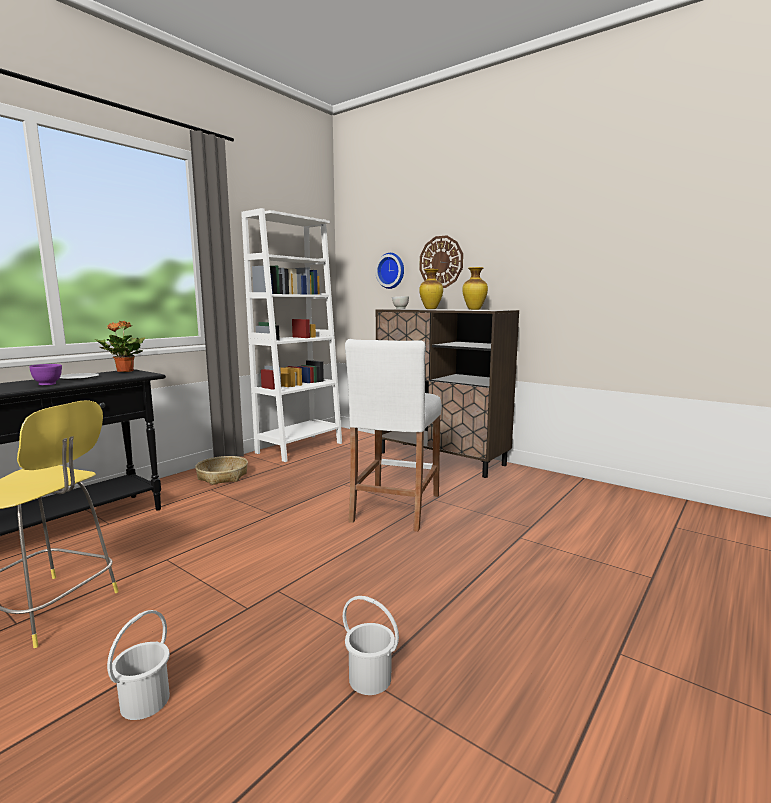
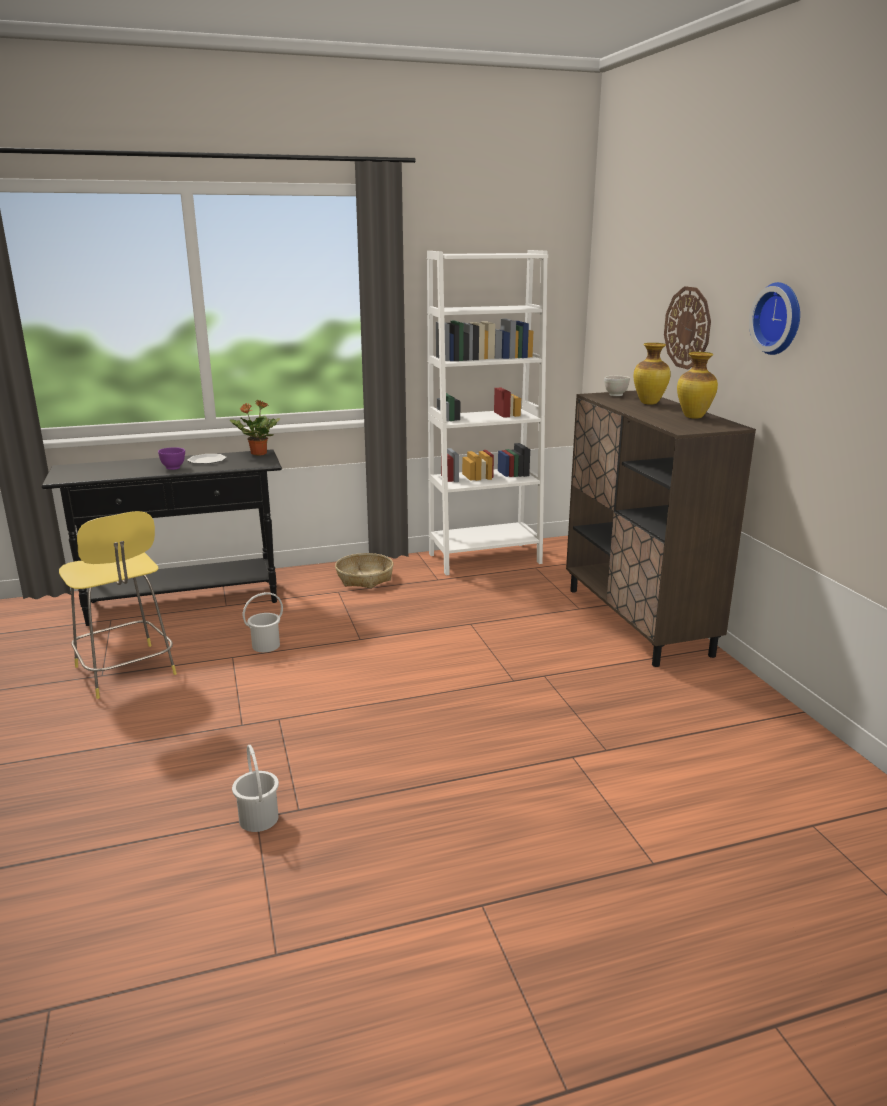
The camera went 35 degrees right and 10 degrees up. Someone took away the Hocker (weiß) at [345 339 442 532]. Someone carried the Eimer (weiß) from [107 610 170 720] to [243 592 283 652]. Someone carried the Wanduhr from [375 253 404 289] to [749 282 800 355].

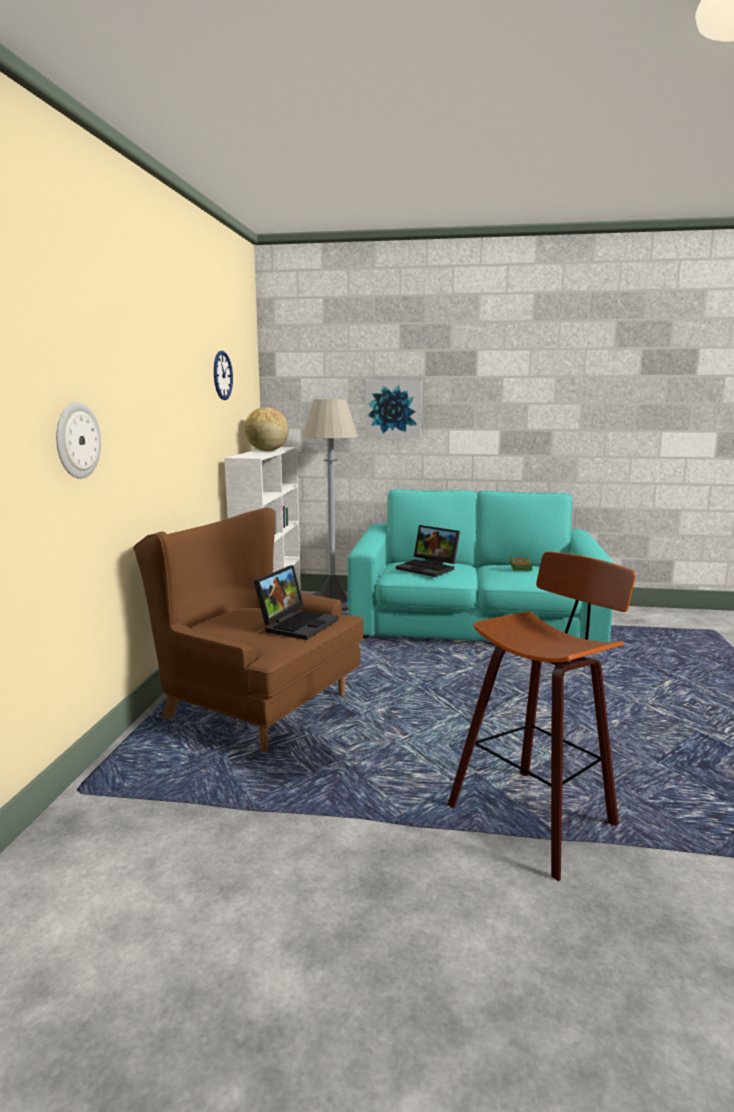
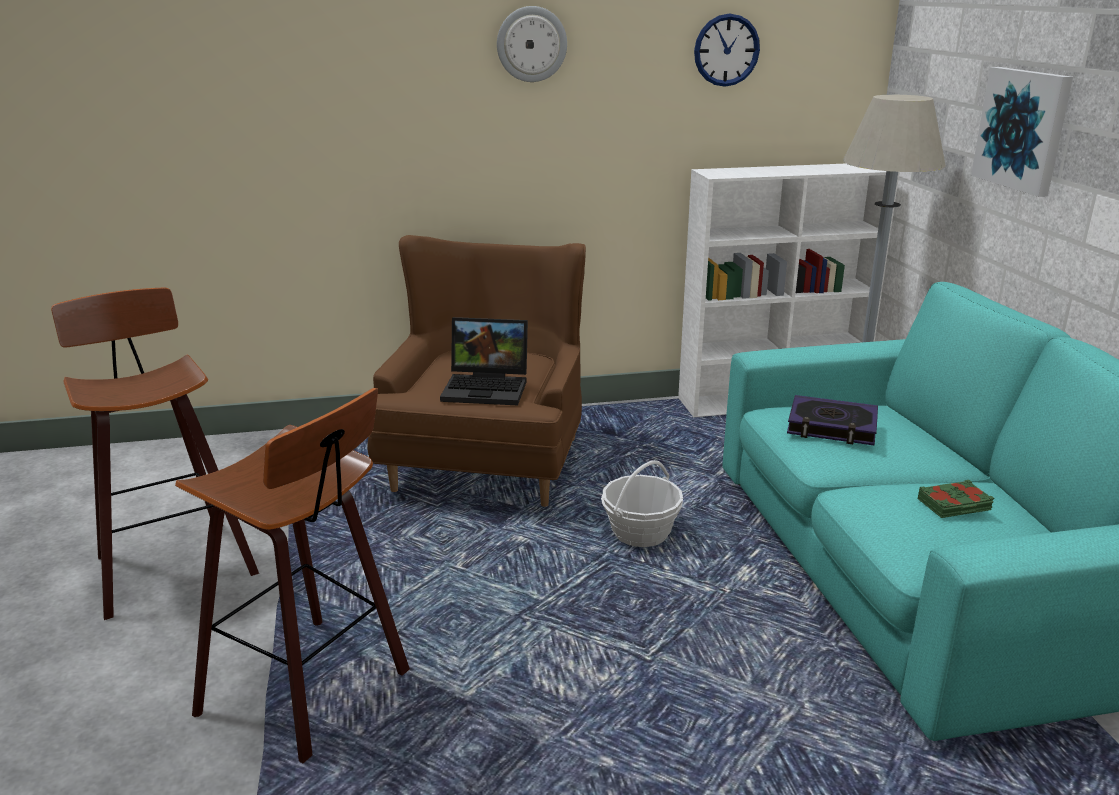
The camera went 70 degrees right and 10 degrees up. Someone took away the Globus at [245 407 289 451]. Someone put down the Hocker at [51 288 259 620]. Someone put down the Korb at [601 460 683 547]. Someone carried the Wanduhr from [56 402 101 479] to [497 6 567 82]. Someone swapped the Laptop at [396 525 460 577] for the Buch at [787 395 878 445].

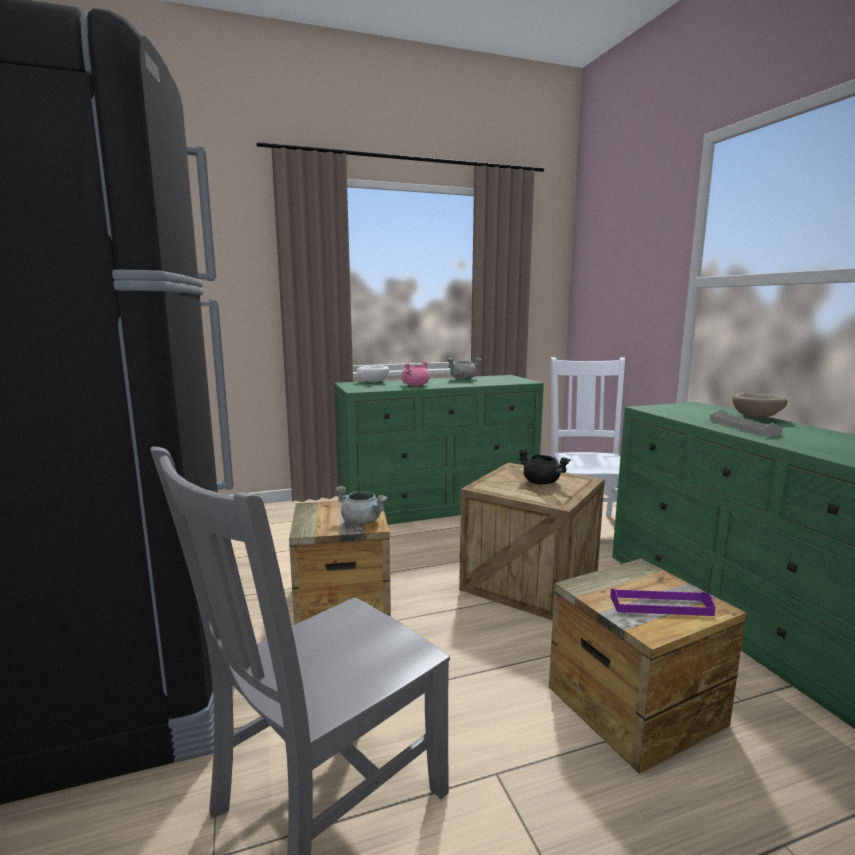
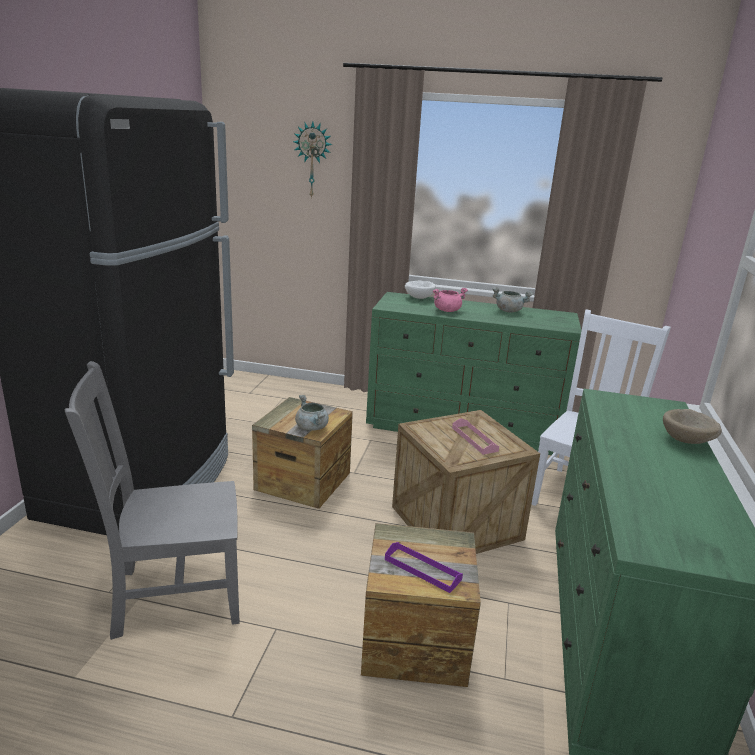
The camera went 30 degrees right and 10 degrees up. Someone took away the Tablett (grau) at [710 409 782 436]. Someone put up the Wanduhr at [293 121 332 199]. Someone swapped the Kochtopf (schwarz) at [518 449 571 485] for the Tablett (rosa) at [452 418 499 455].

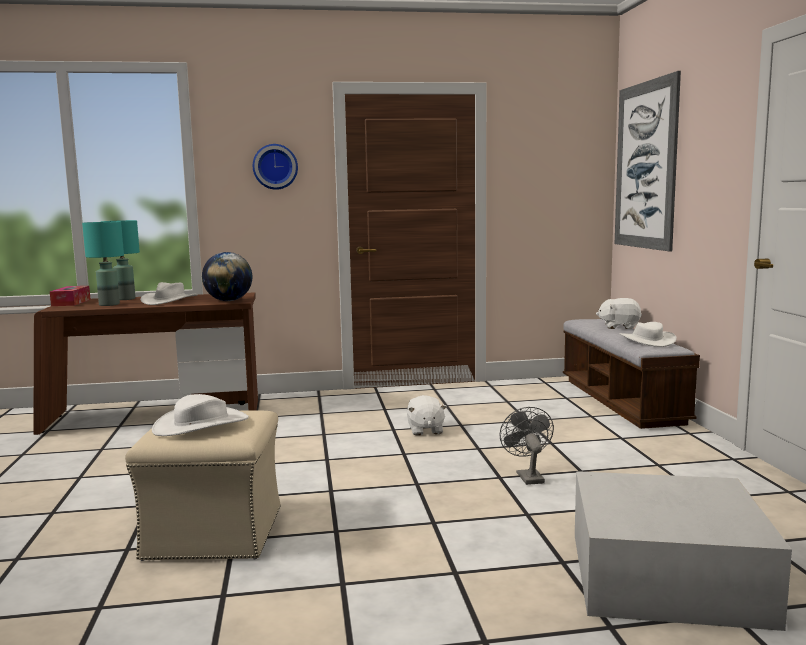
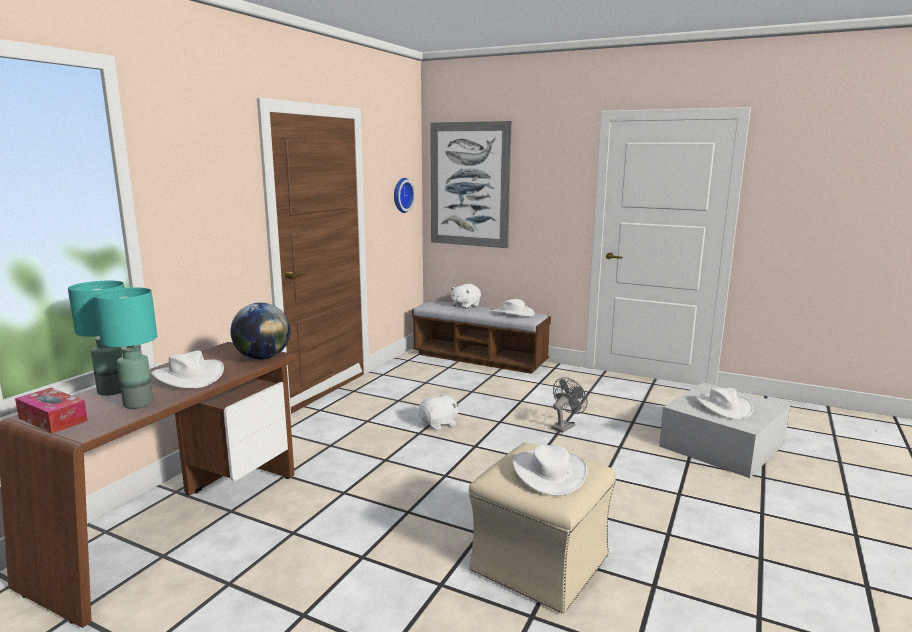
The camera went 55 degrees left and 5 degrees up. Someone put down the Hut (weiß) at [696 388 753 420]. Someone carried the Wanduhr from [253 144 298 190] to [394 178 415 213]. Someone rotated the Plüschtier (weiß) at [407 395 447 436] by 60 degrees counterclockwise. Someone rotated the Ventilator (grau) at [500 407 554 485] by 105 degrees clockwise.

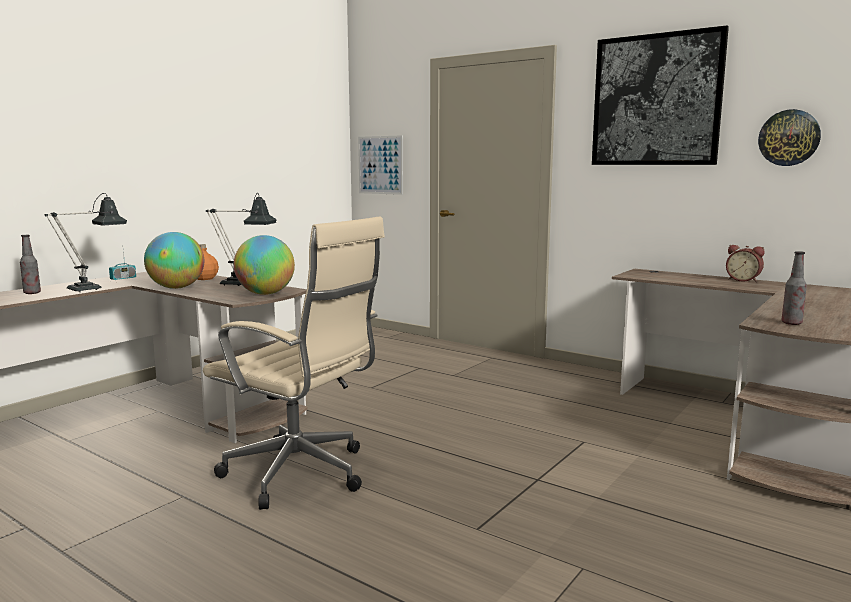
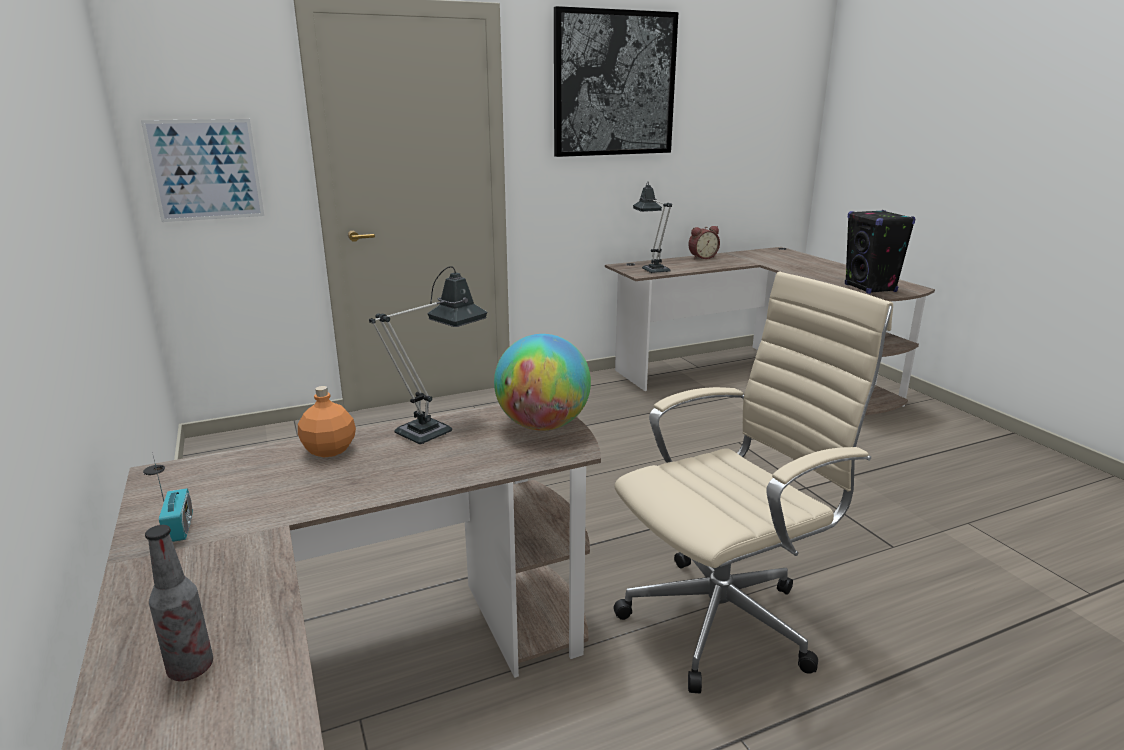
The camera went 60 degrees left and 10 degrees up. Someone took away the Globus at [144 232 204 289]. Someone took away the Wanduhr at [758 109 821 166]. Someone carried the Tischlampe from [45 193 127 292] to [633 182 672 273]. Someone swapped the Flasche at [781 251 807 325] for the Lautsprecher (schwarz) at [845 210 915 294].

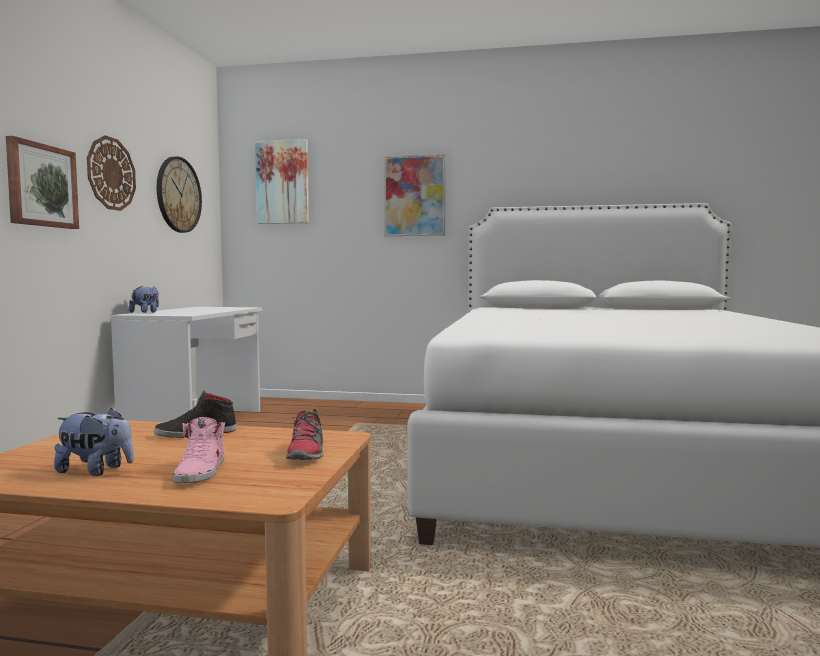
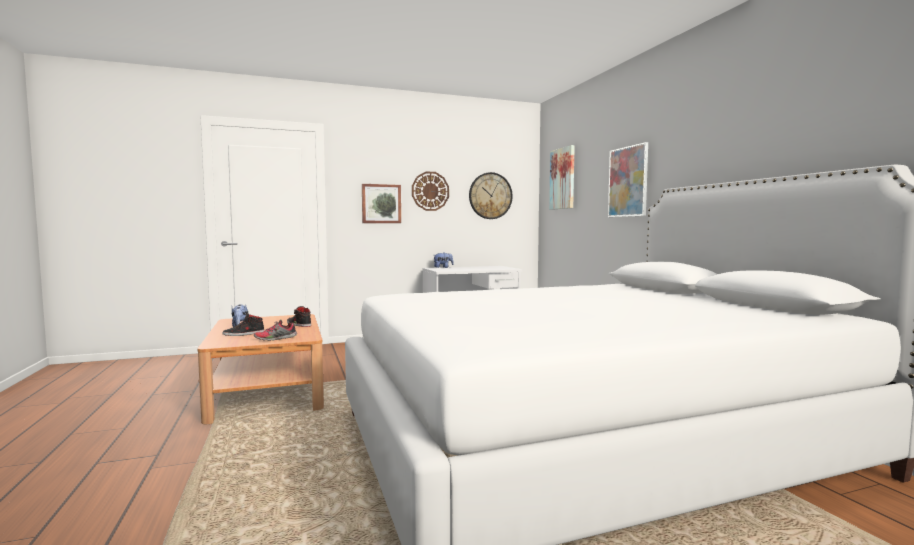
The camera went 60 degrees right and 0 degrees up. Someone repainted the Schuh (rosa) at [173 417 225 483], which became the Schuh (schwarz) at [223 313 264 336].

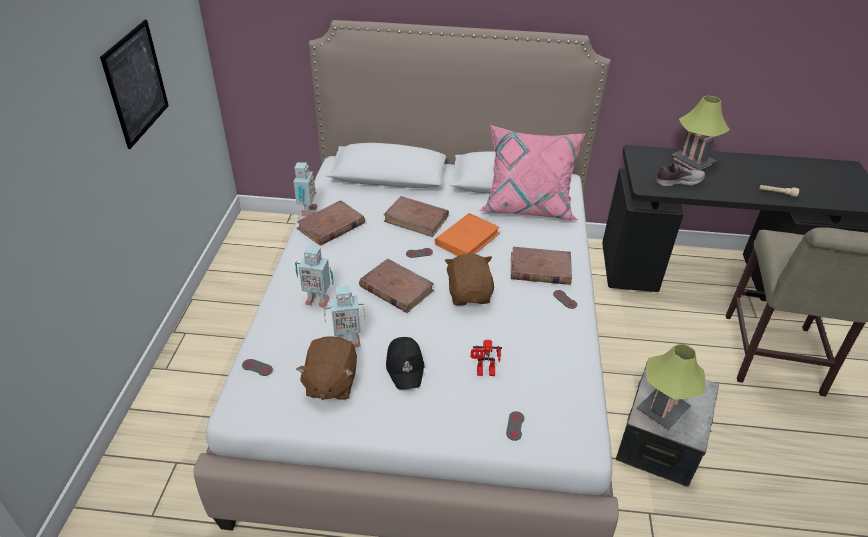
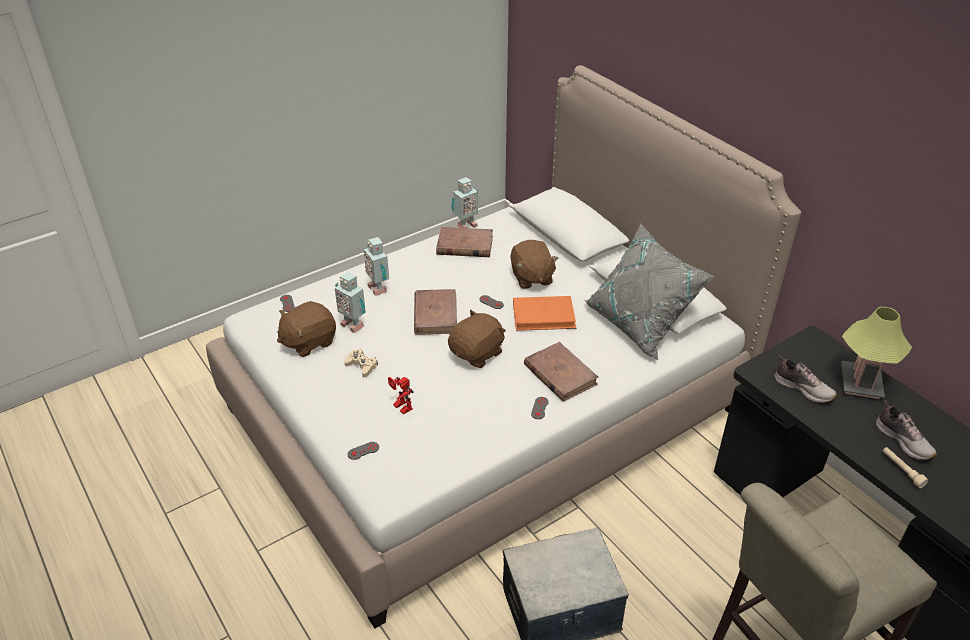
The camera went 50 degrees right and 0 degrees up. Someone took away the Bild at [100 20 169 149]. Someone took away the Tischlampe at [637 344 706 430]. Someone put down the Schuh at [876 400 937 460]. Someone swapped the Buch (braun) at [383 196 449 237] for the Plüschtier (braun) at [510 240 559 289]. Someone swapped the Kappe (schwarz) at [386 337 425 390] for the Gamepad (beige) at [344 349 378 377]. Someone repainted the Kissen (rosa) at [479 125 585 220], which became the Kissen (grau) at [585 223 714 360].

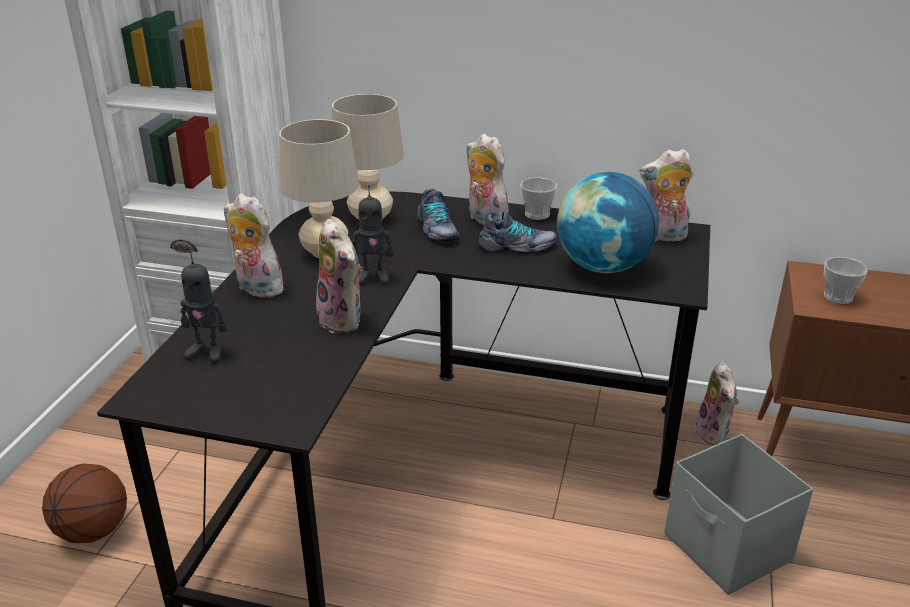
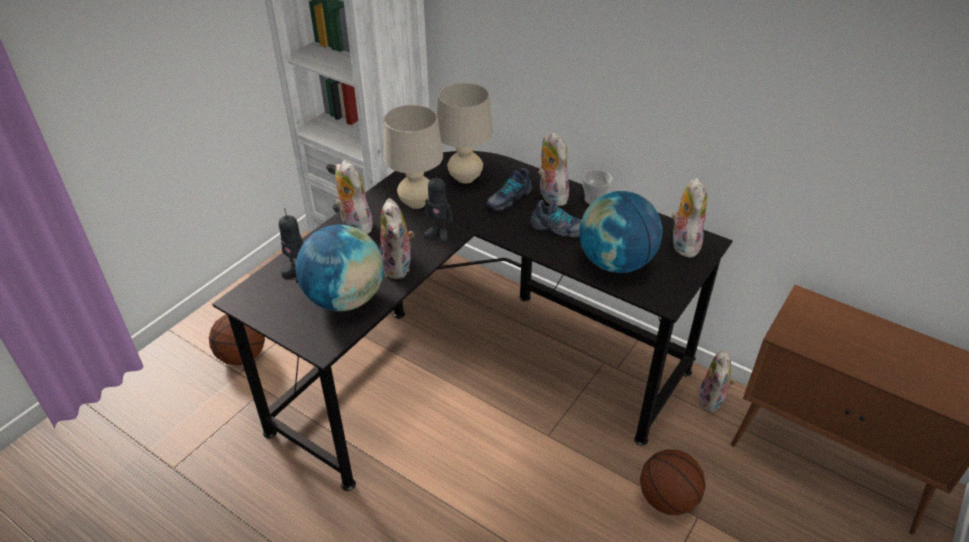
The camera went 20 degrees right and 10 degrees up. Someone took away the Tasse at [824 257 868 304]. Someone put down the Globus at [295 225 384 311]. Someone swapped the Aufbewahrungsbox (grau) at [664 434 813 595] for the Basketball at [640 449 706 515]. Someone rotated the Schuh at [417 189 460 243] by 45 degrees clockwise. Someone rotated the Plüschtier at [639 149 694 242] by 75 degrees clockwise.

